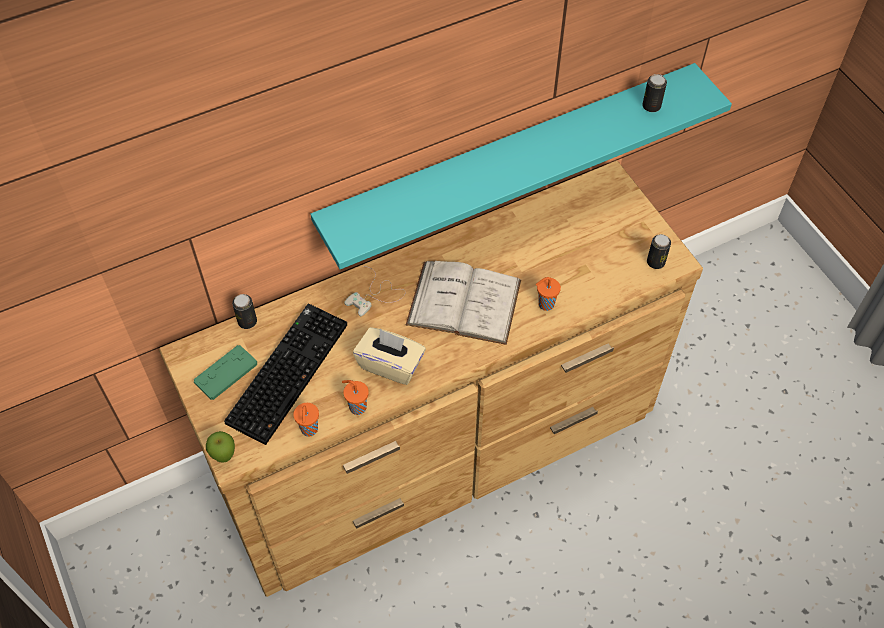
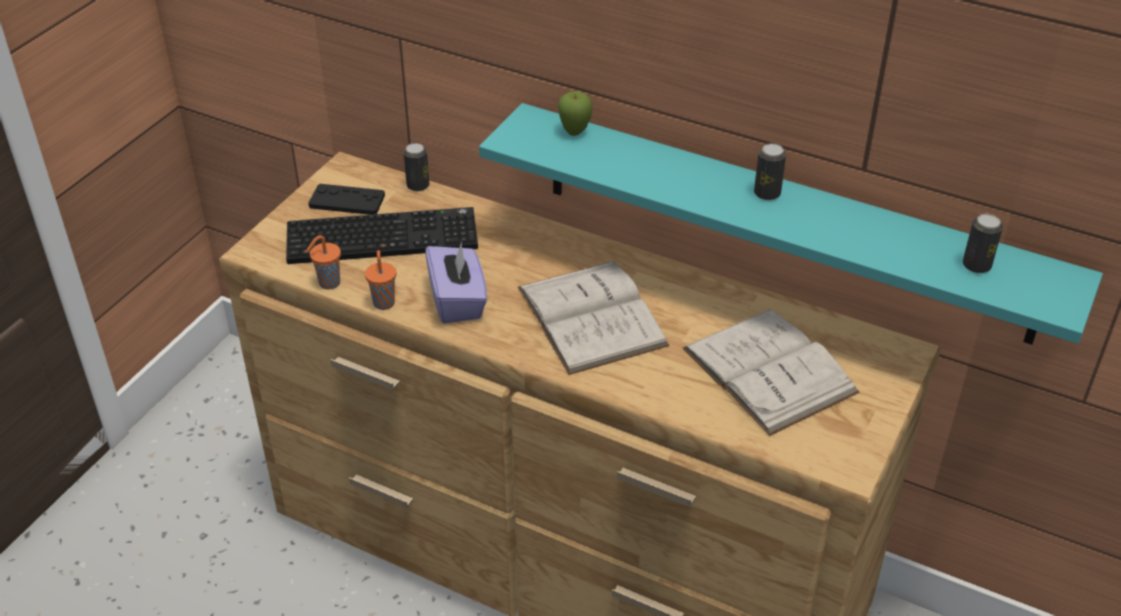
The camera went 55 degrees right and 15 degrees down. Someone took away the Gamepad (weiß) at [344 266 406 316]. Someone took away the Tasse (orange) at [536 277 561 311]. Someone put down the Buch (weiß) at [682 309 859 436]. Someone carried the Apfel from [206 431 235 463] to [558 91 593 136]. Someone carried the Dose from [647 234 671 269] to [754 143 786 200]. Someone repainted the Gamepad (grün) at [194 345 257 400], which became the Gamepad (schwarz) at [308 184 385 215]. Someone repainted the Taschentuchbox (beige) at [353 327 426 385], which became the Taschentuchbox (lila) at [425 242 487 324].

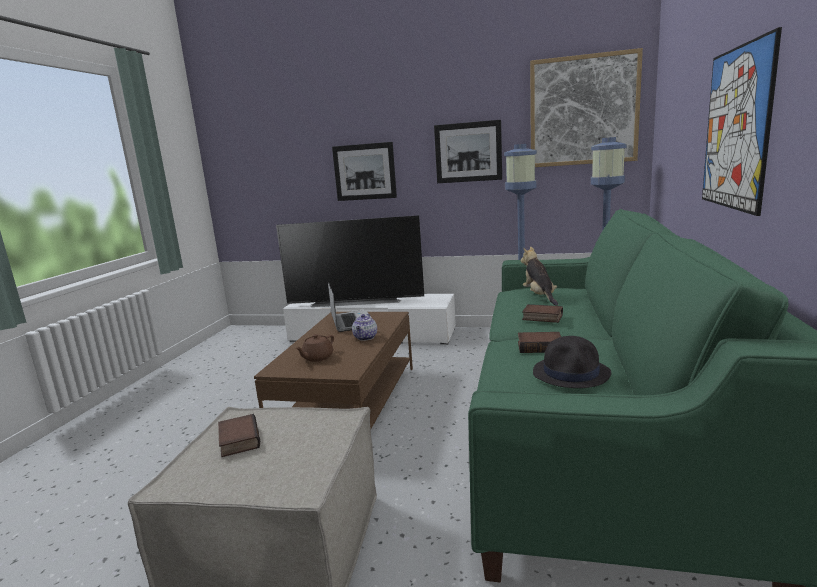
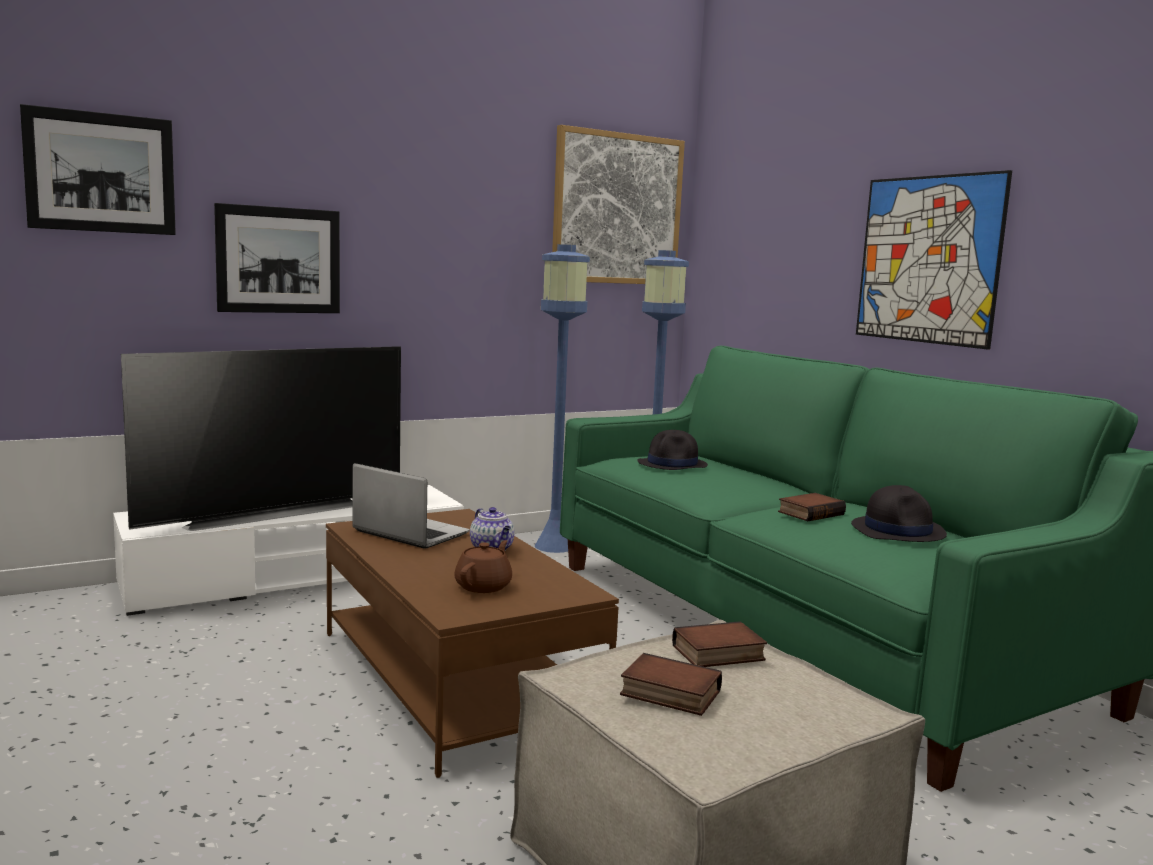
The camera went 45 degrees left and 5 degrees down. Someone carried the Bild from [434 120 502 183] to [20 104 176 235]. Someone carried the Buch from [522 304 563 323] to [672 621 767 667]. Someone swapped the Plüschtier at [521 246 558 306] for the Hut (schwarz) at [637 430 708 470]. Someone rotated the Teekanne (braun) at [295 334 334 362] by 150 degrees counterclockwise.

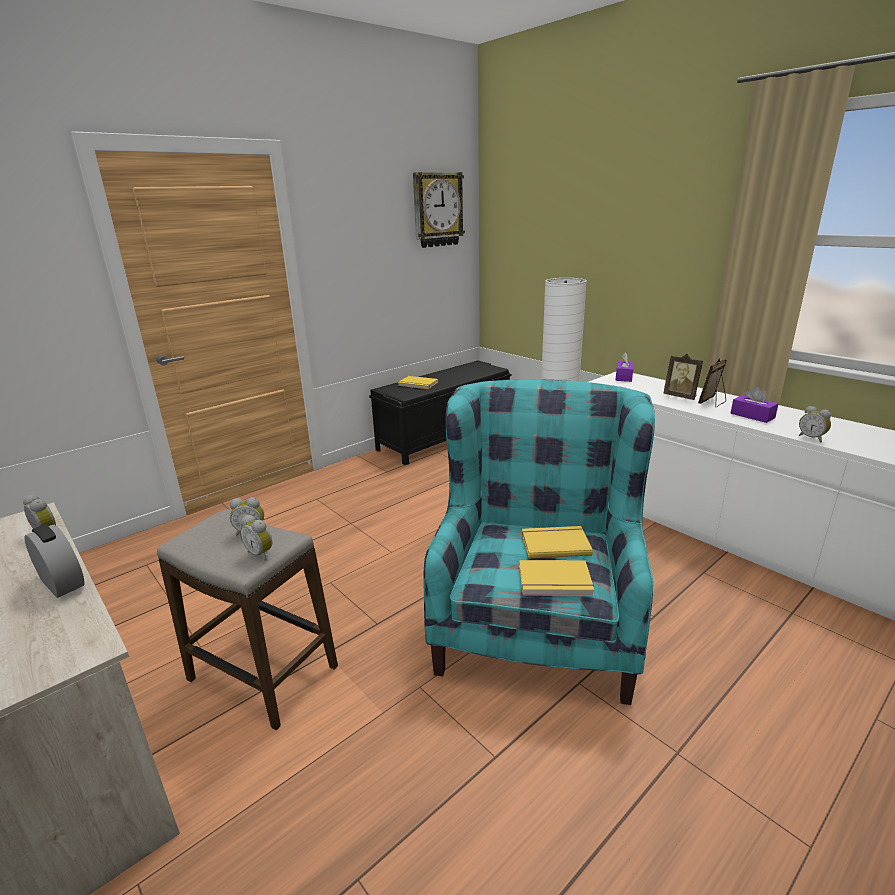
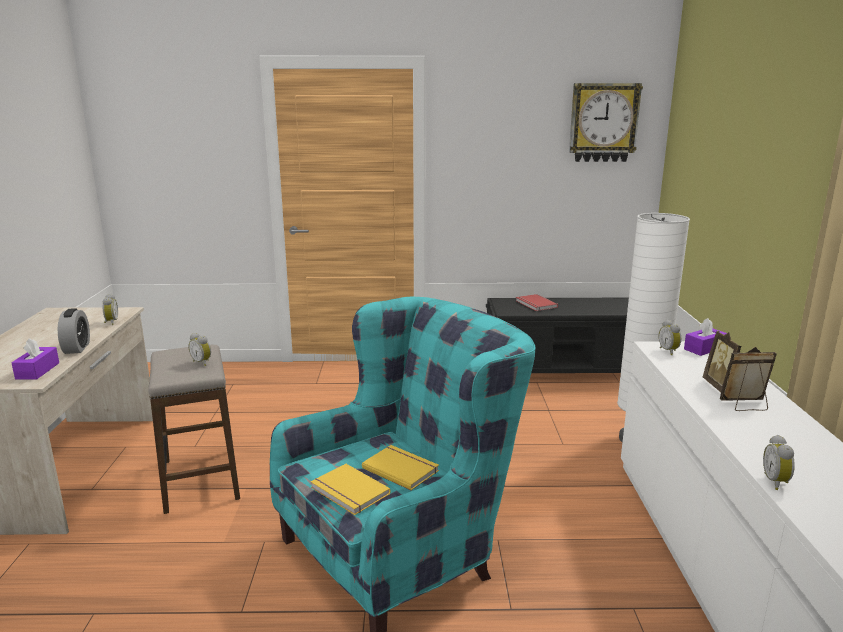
The camera went 40 degrees right and 5 degrees down. Someone carried the Wecker from [240 515 272 561] to [659 320 681 355]. Someone carried the Taschentuchbox (lila) from [731 387 778 423] to [12 338 59 380]. Someone repainted the Buch (gelb) at [398 376 438 389], which became the Buch (rot) at [516 294 558 311].

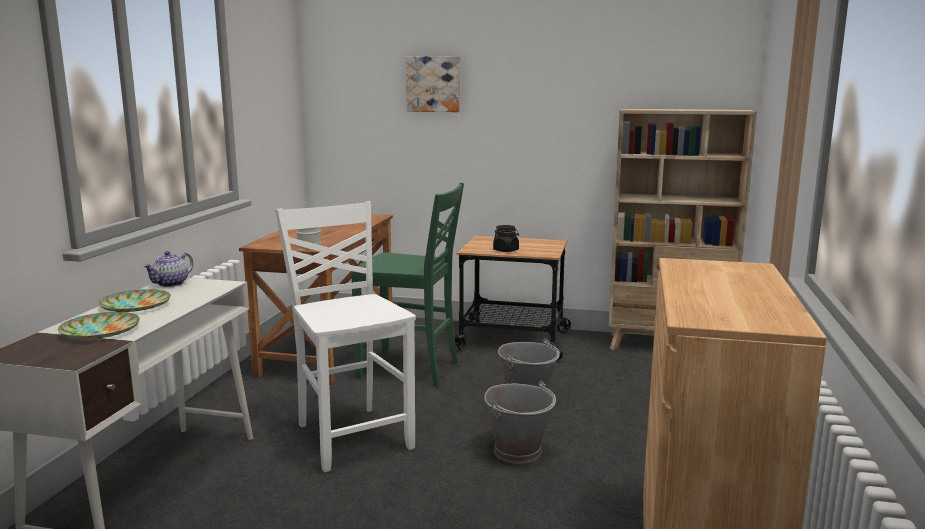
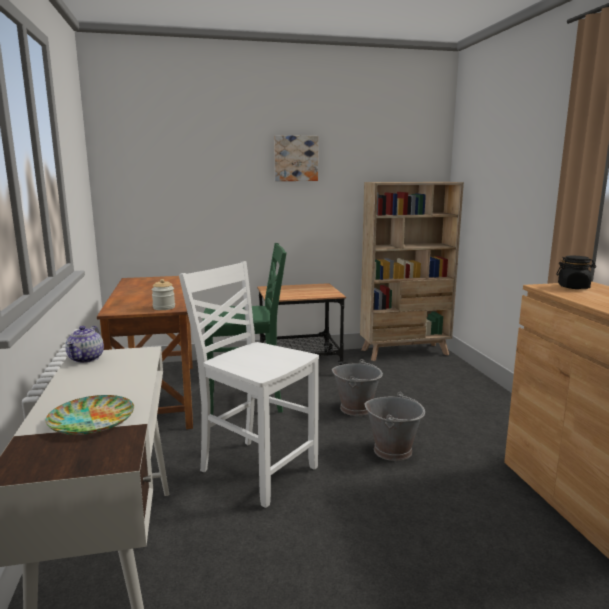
The camera went 25 degrees left and 0 degrees up. Someone took away the Teller at [98 289 171 312]. Someone carried the Bild from [406 56 460 112] to [274 135 318 181]. Someone carried the Vorratsglas (schwarz) from [493 225 519 252] to [556 256 596 289].

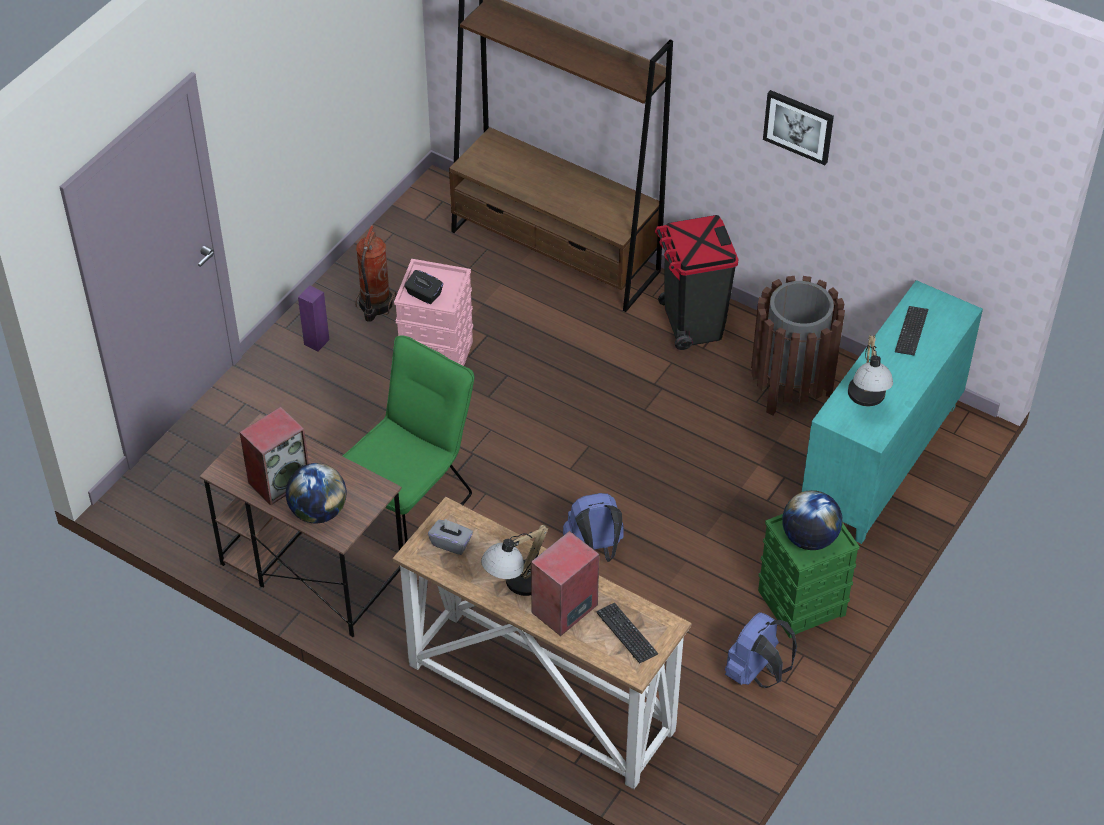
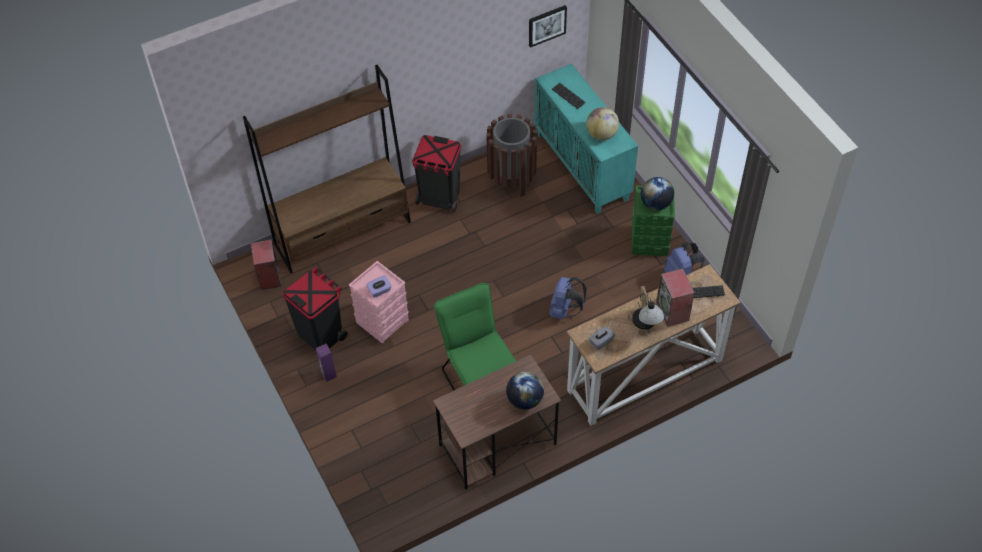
The camera went 60 degrees left and 5 degrees up. Someone carried the Lautsprecher from [240 407 309 505] to [251 239 281 290]. Someone carried the Bild from [763 90 834 165] to [529 5 567 48]. Someone swapped the Feuerlöscher at [355 225 396 322] for the Mülleimer (schwarz) at [282 267 348 350]. Someone swapped the Tischlampe at [848 335 893 406] for the Globus at [586 107 619 140]. Someone repainted the Taschentuchbox (schwarz) at [404 270 443 304], which became the Taschentuchbox (lila) at [366 276 392 298].

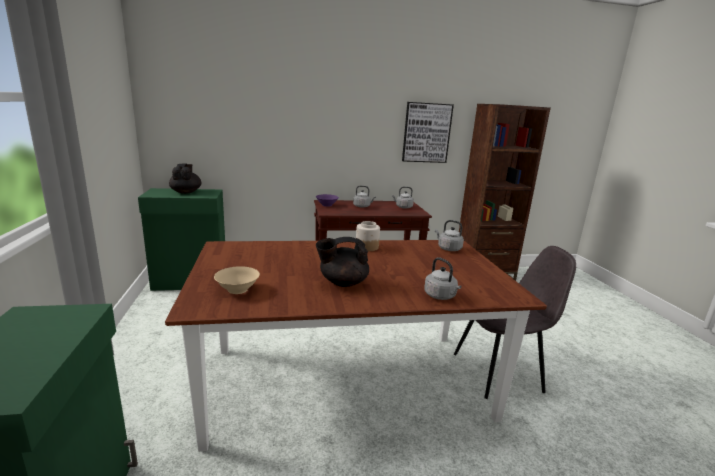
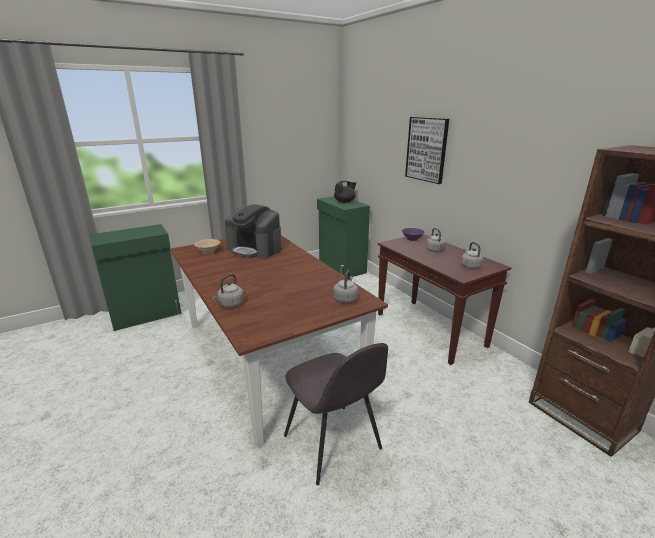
The camera went 70 degrees right and 5 degrees up. Someone took away the Teekanne (schwarz) at [316 237 369 287]. Someone took away the Vorratsglas at [356 221 380 251]. Someone put down the Kaffeemaschine at [225 204 282 259]. Someone carried the Bild from [402 102 454 163] to [405 117 449 184].

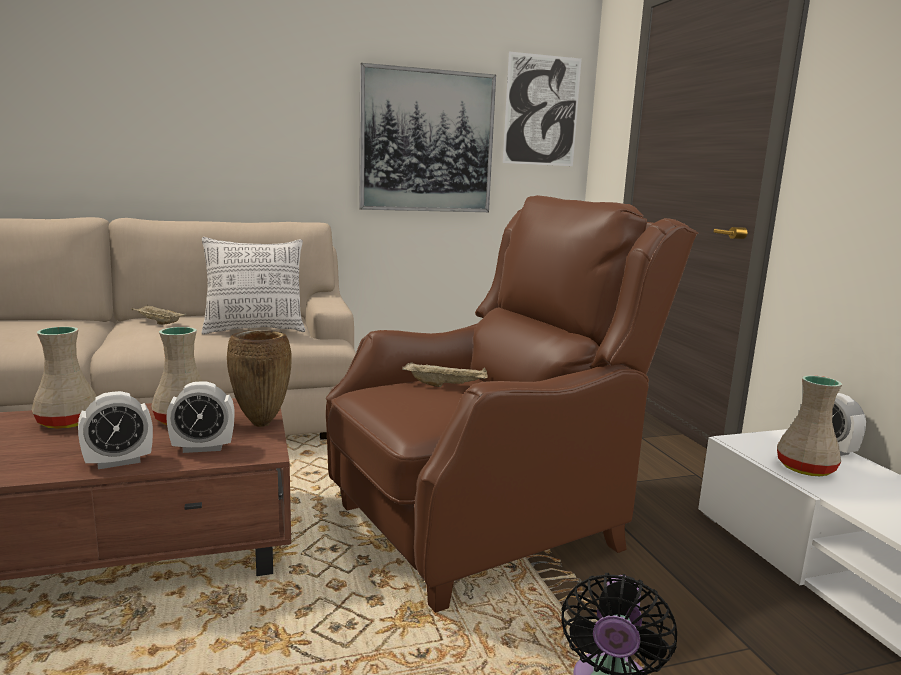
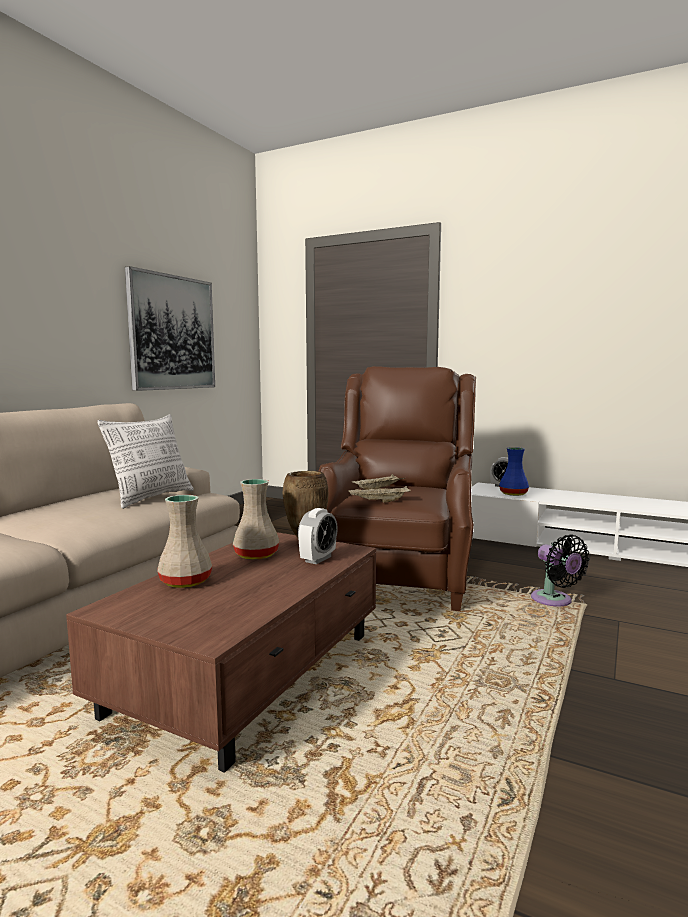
The camera went 45 degrees left and 5 degrees down. Someone took away the Wecker at [78 391 153 469]. Someone took away the Bild at [503 51 582 166]. Someone carried the Tablett (beige) from [131 305 186 325] to [348 486 411 503]. Someone repainted the Vase (beige) at [777 375 842 476], which became the Vase (blau) at [499 447 529 496].

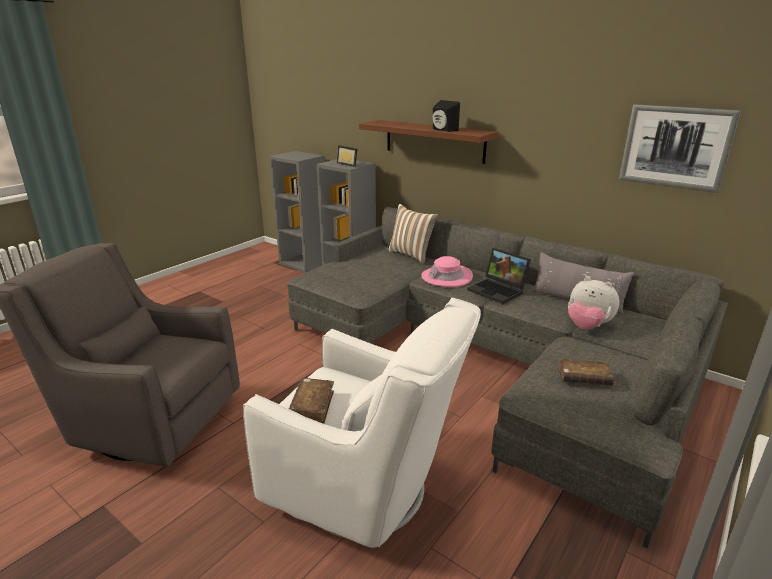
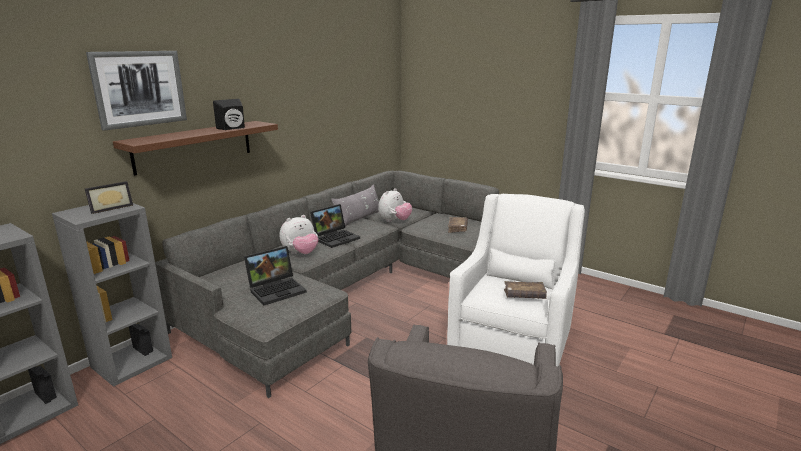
The camera went 90 degrees left and 5 degrees down. Someone took away the Kissen at [388 204 438 264]. Someone put down the Laptop at [244 246 307 305]. Someone carried the Bild from [619 104 741 193] to [86 51 187 131]. Someone swapped the Hut (rosa) at [422 256 473 287] for the Plüschtier at [280 215 319 254].

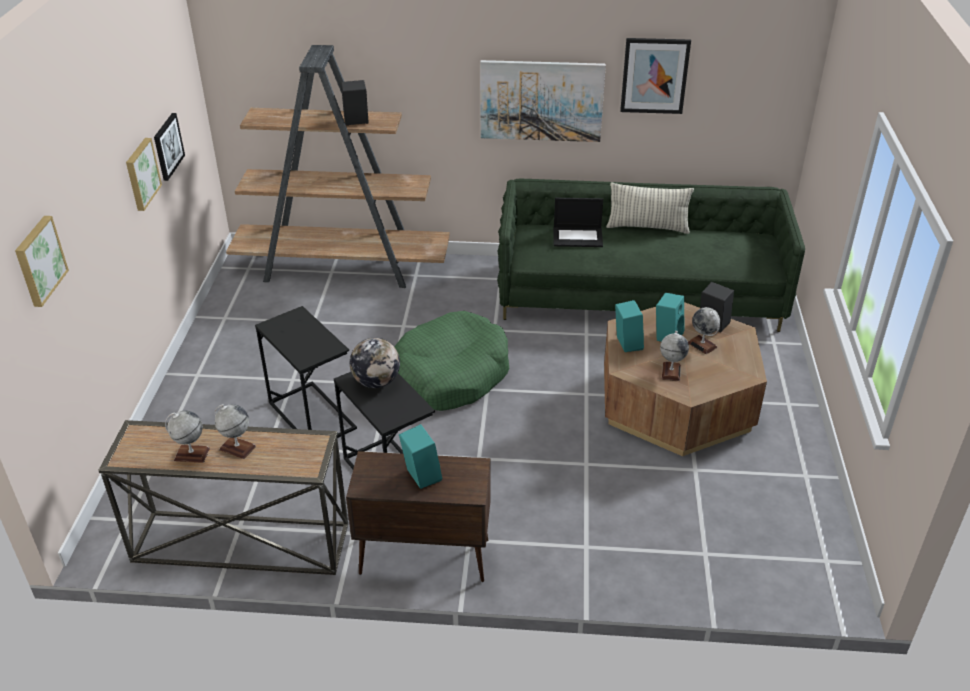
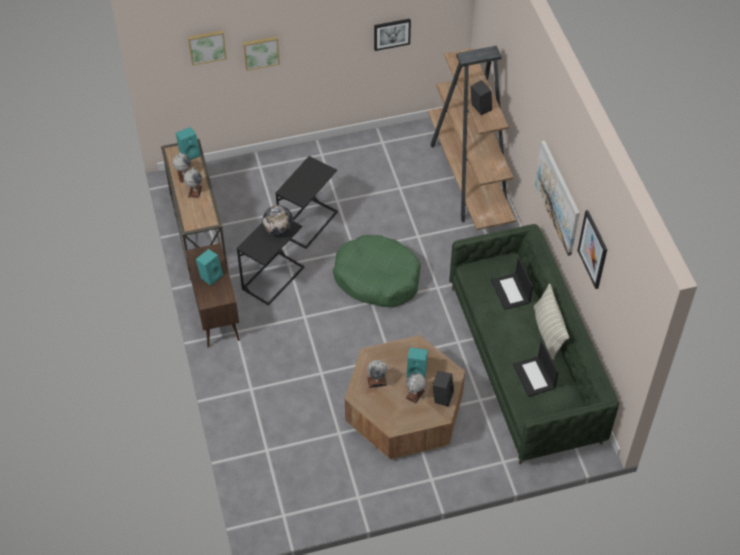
The camera went 70 degrees right and 15 degrees up. Someone put down the Laptop at [513 341 559 397]. Someone carried the Bild from [126 138 162 211] to [243 36 280 71]. Someone carried the Lautsprecher (türkis) from [615 300 644 352] to [175 127 201 160].

